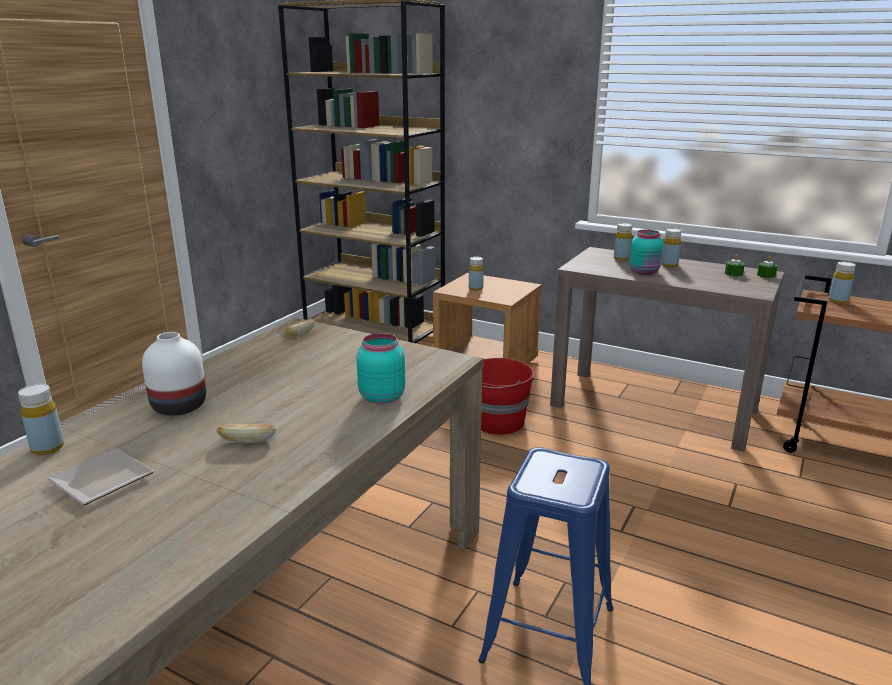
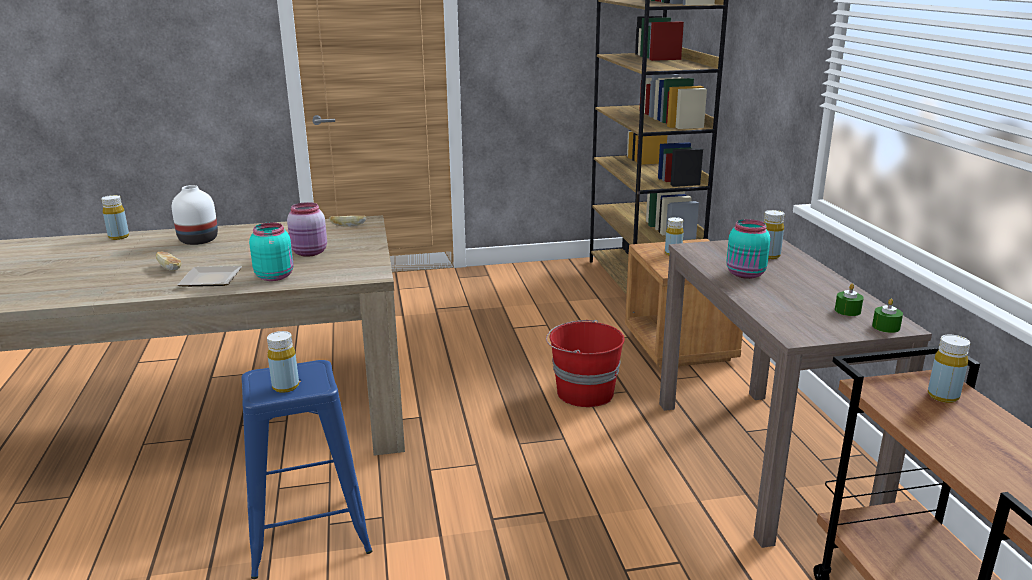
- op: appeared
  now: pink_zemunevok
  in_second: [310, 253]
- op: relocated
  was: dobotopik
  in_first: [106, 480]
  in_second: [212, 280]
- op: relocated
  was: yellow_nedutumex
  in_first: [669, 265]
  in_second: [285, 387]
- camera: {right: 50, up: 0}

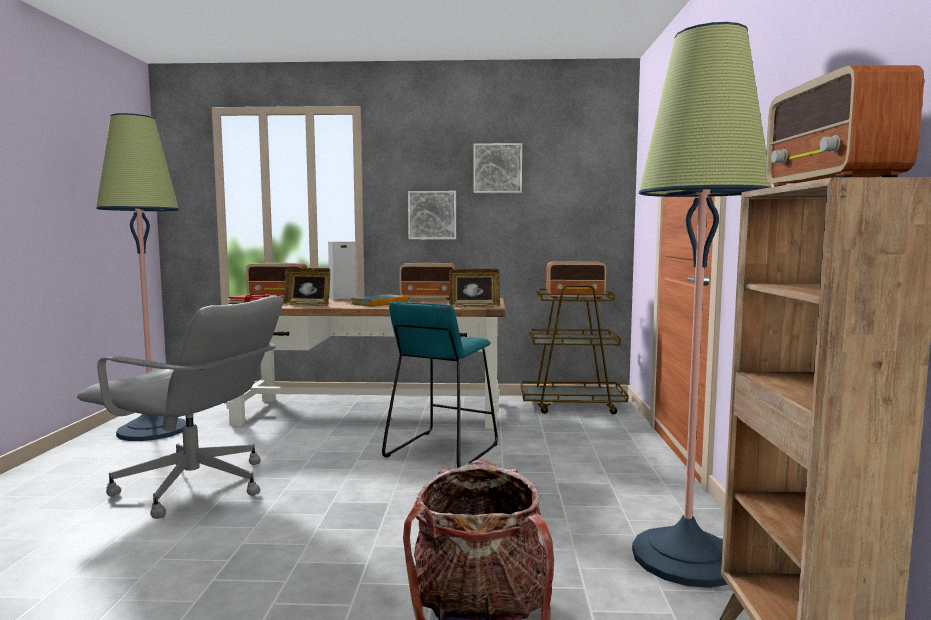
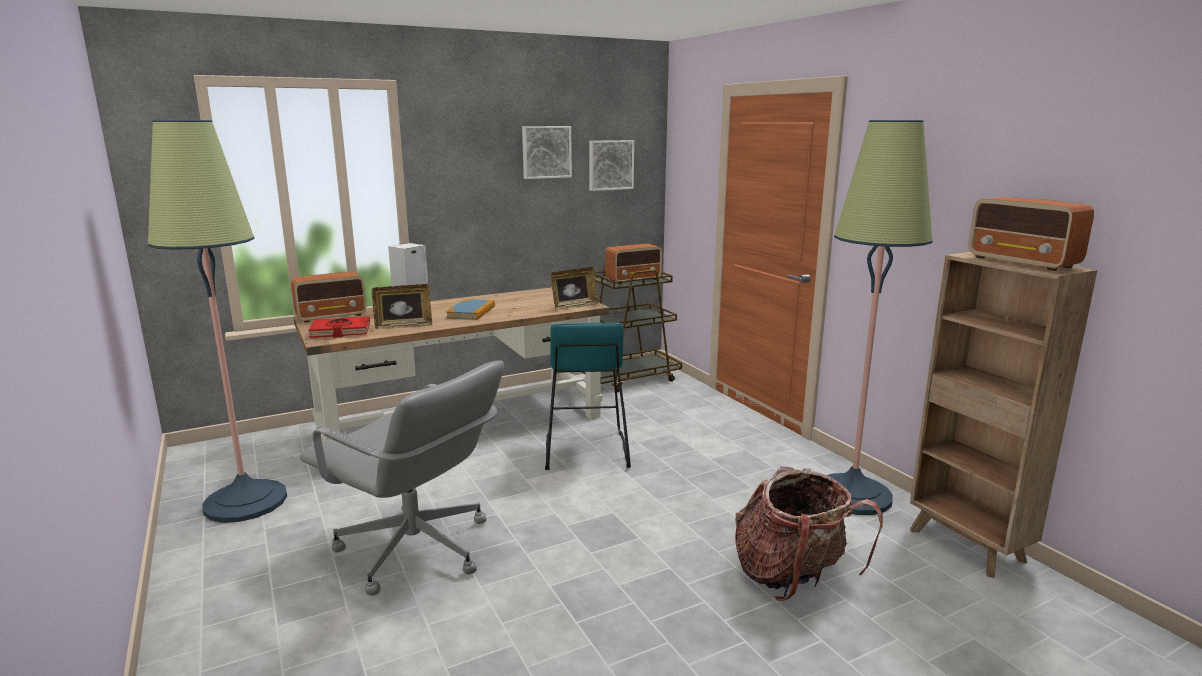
- op: missing
  was: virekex
  in_first: [429, 298]
- op: relocated
  was: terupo
  in_first: [432, 215]
  in_second: [610, 165]
- op: spun
  was: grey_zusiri
  in_first: [194, 487]
  in_second: [415, 551]
  clockwise: 45
- camera: {right: -30, up: 10}

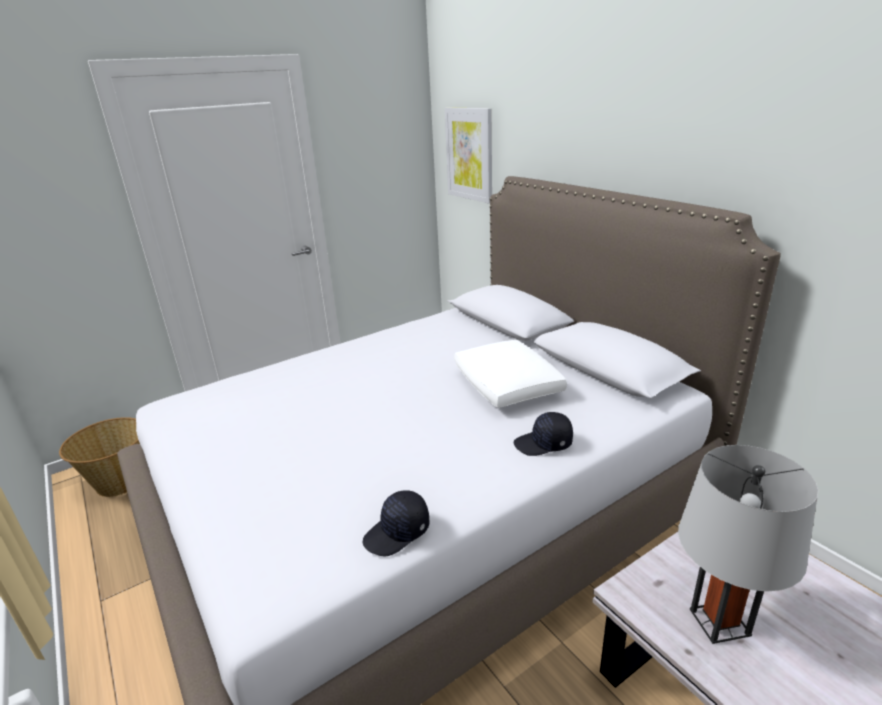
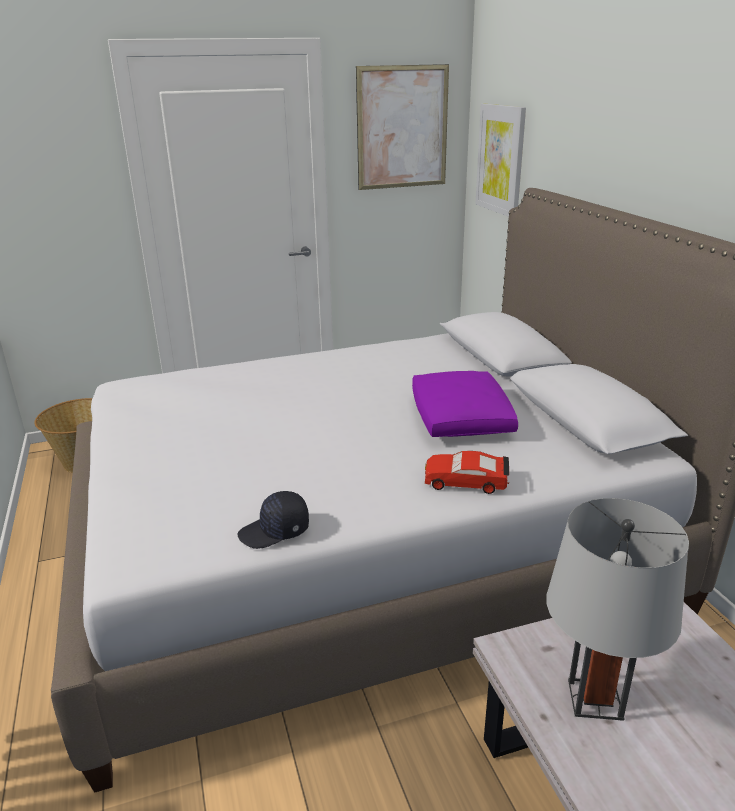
- op: appeared
  now: terupo
  in_second: [402, 128]
- op: exchanged
  was: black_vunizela
  now: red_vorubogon
  in_first: [543, 444]
  in_second: [466, 481]
- op: colour
  was: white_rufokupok
  now: purple_rufokupok
  in_first: [508, 386]
  in_second: [461, 419]
- camera: {right: 15, up: 0}

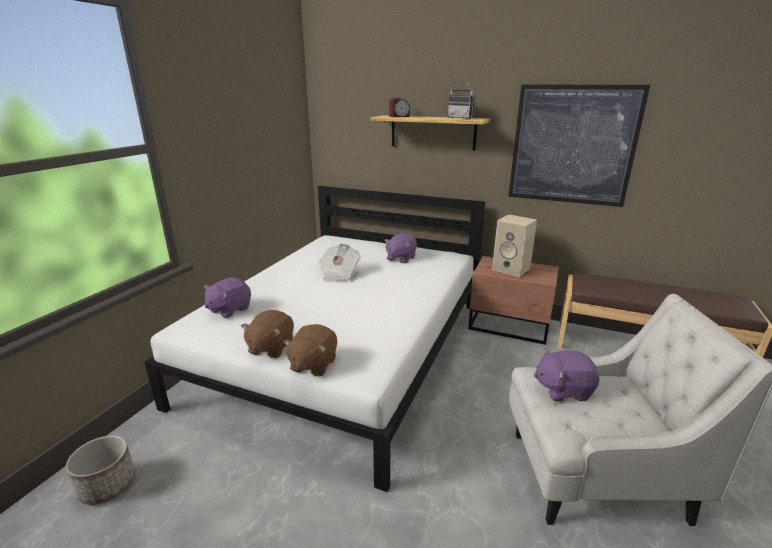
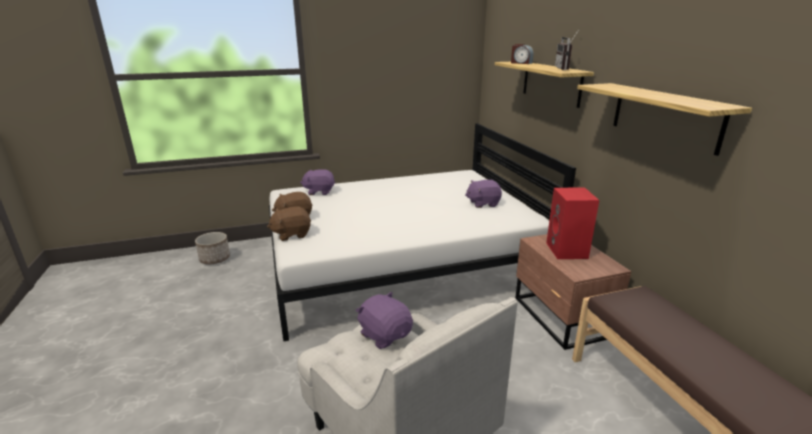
- op: missing
  was: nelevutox
  in_first: [338, 274]
- op: exchanged
  was: terupo
  now: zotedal
  in_first: [572, 145]
  in_second: [665, 116]
- op: colour
  was: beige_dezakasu
  now: red_dezakasu
  in_first: [512, 269]
  in_second: [568, 251]
- camera: {right: 50, up: 0}

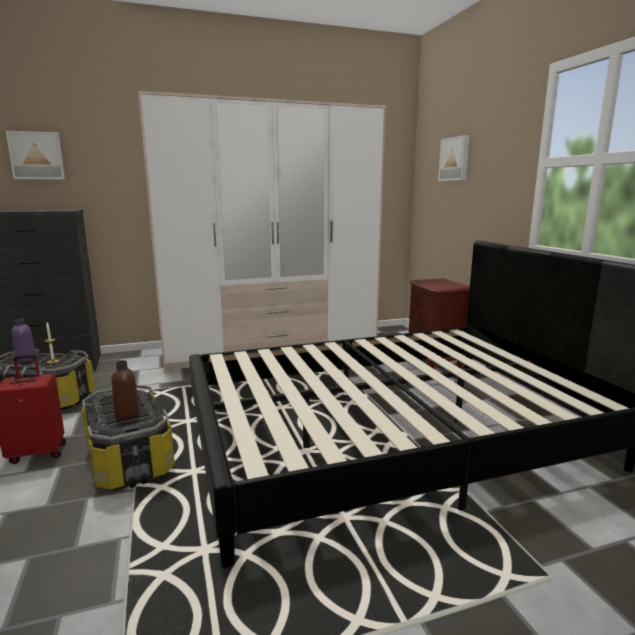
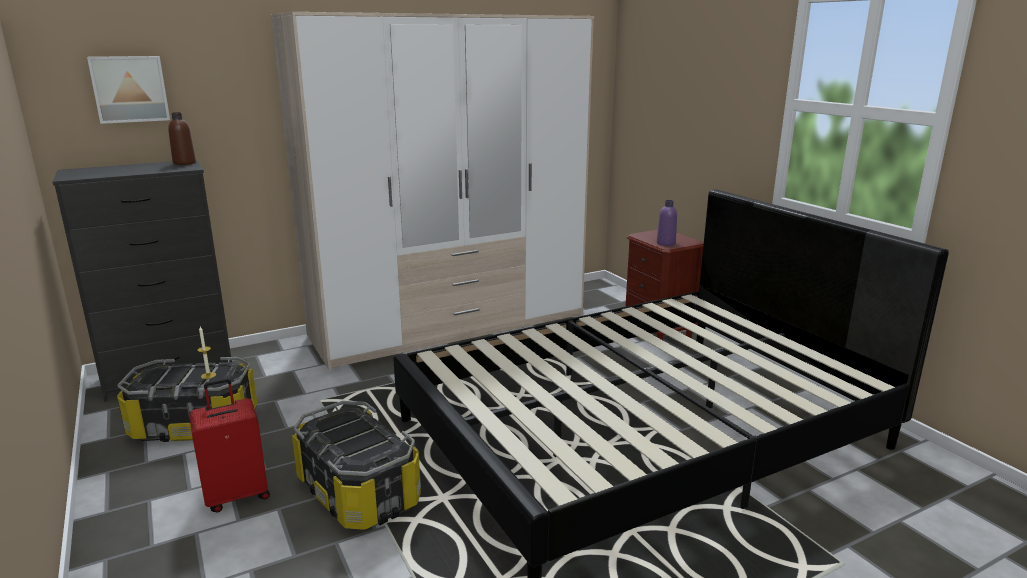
- op: missing
  was: terupo
  in_first: [455, 159]
- op: relocated
  was: purple_nedutumex
  in_first: [26, 359]
  in_second: [666, 243]
- op: relocated
  was: brown_nedutumex
  in_first: [127, 413]
  in_second: [184, 163]
- camera: {right: -10, up: 5}

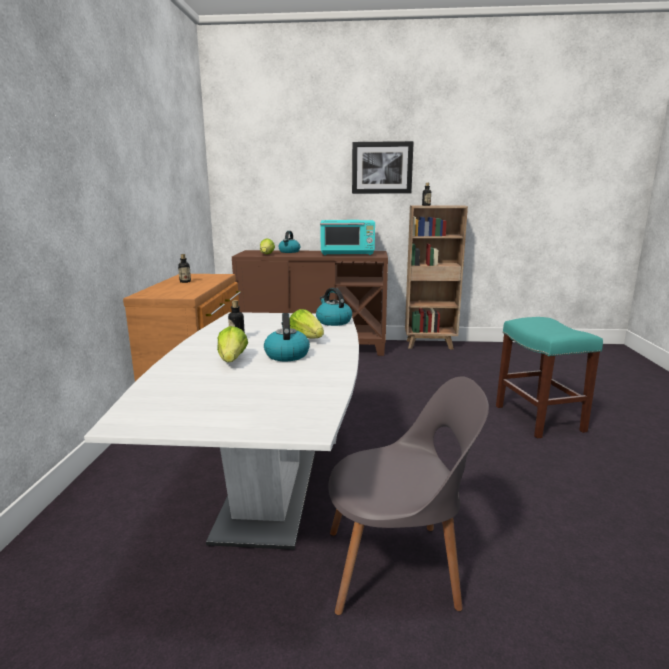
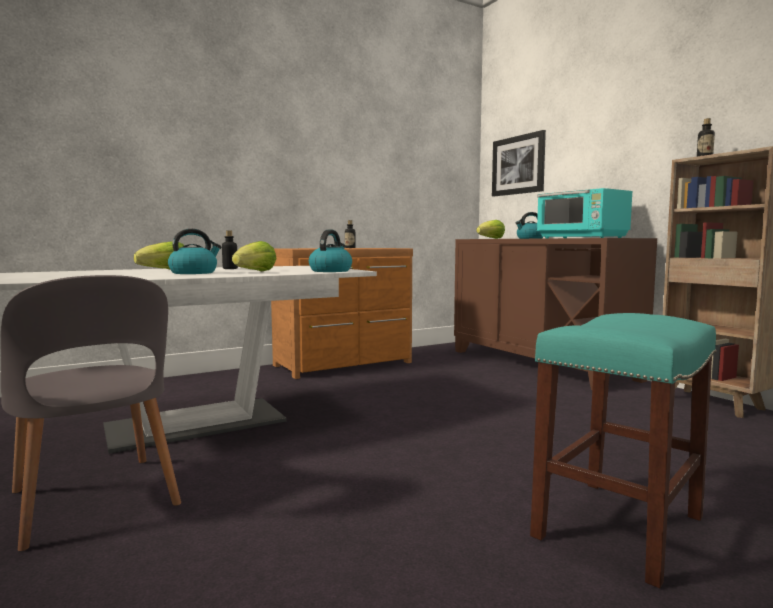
- op: relocated
  was: terupo
  in_first: [382, 168]
  in_second: [518, 165]
- camera: {right: 55, up: -10}

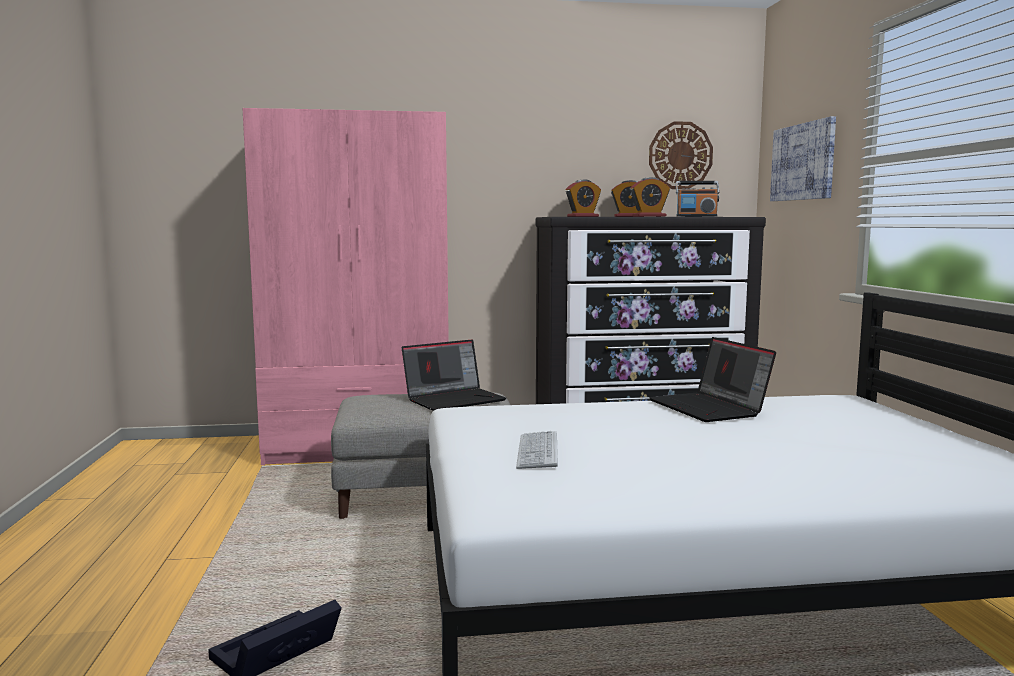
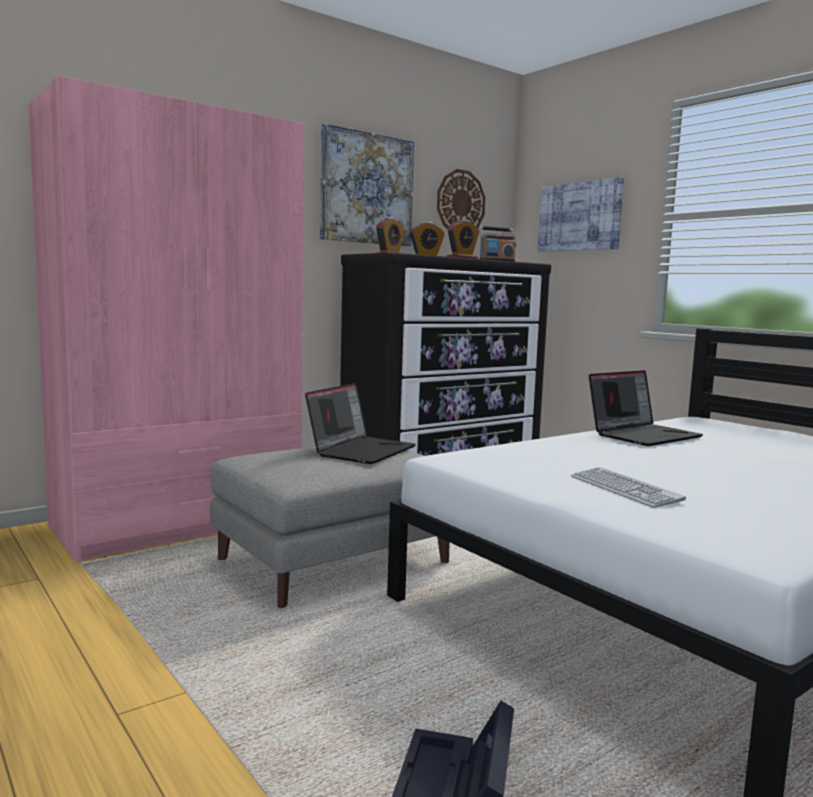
- op: appeared
  now: terupo
  in_second: [366, 188]
- op: spun
  was: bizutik
  in_first: [710, 408]
  in_second: [643, 435]
  clockwise: -75
- camera: {right: -30, up: 0}

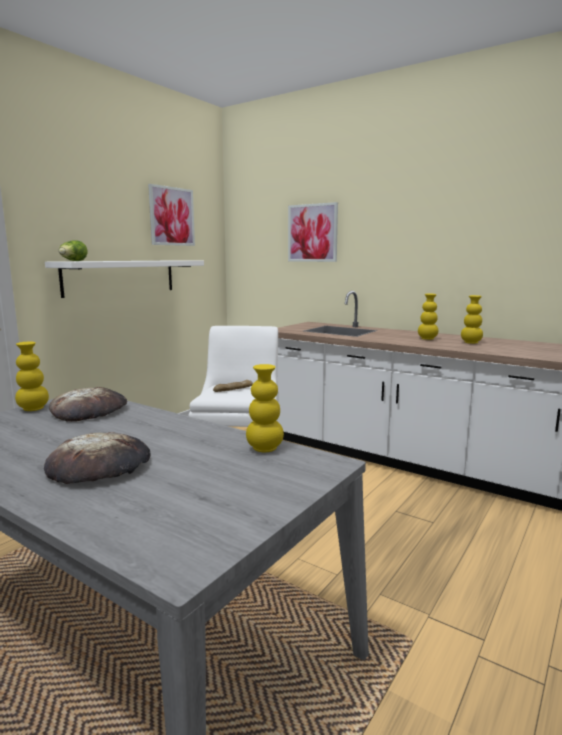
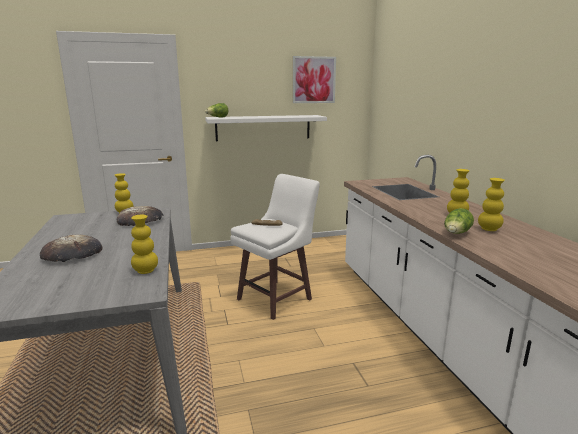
- op: missing
  was: terupo
  in_first: [312, 233]
- op: appeared
  now: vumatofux
  in_second: [456, 234]
- camera: {right: 40, up: 5}

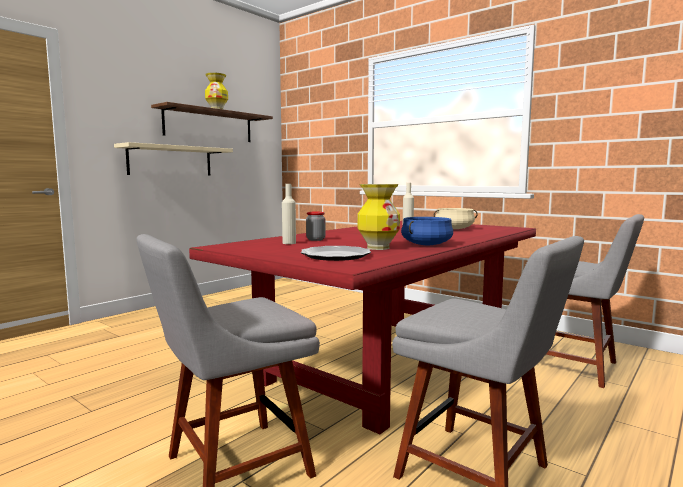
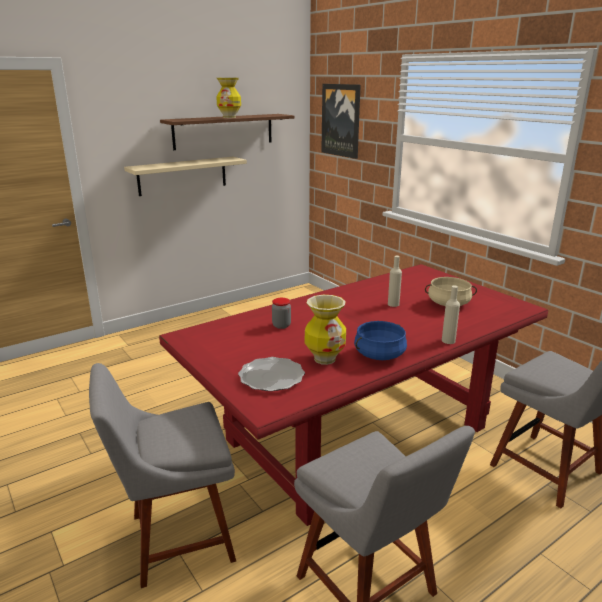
- op: appeared
  now: terupo
  in_second: [341, 120]
- op: relocated
  was: beige_nedutumex
  in_first: [289, 243]
  in_second: [448, 341]
- camera: {right: 15, up: 15}

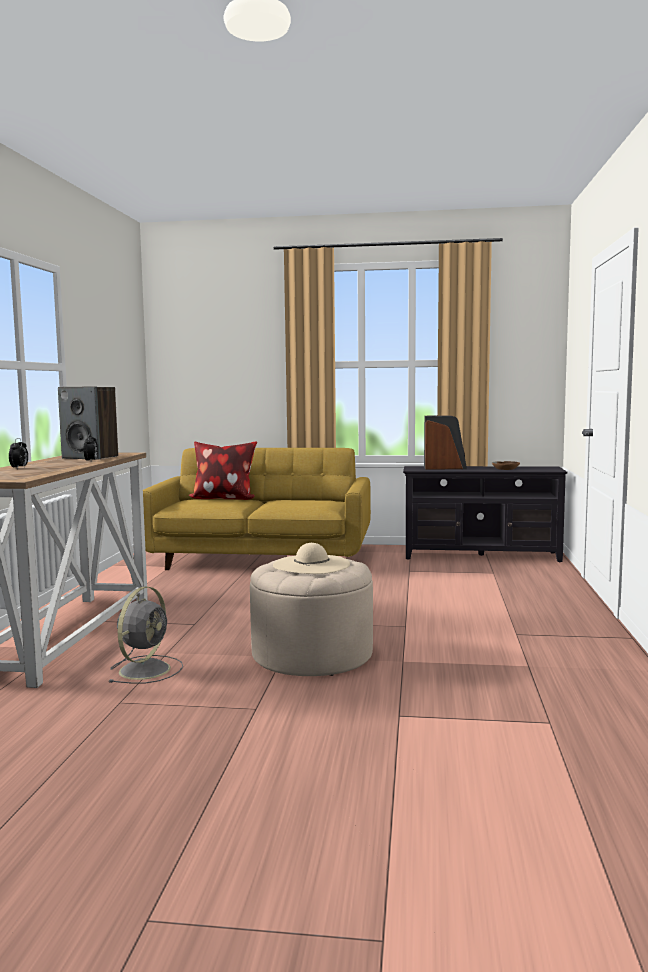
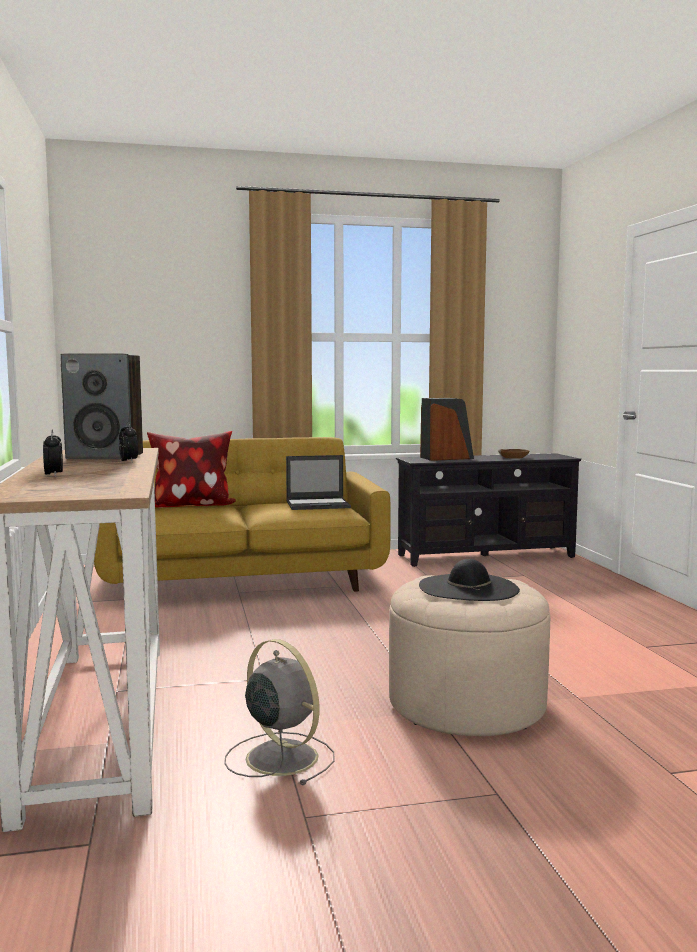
- op: appeared
  now: bizutik
  in_second: [318, 505]
- op: colour
  was: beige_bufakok
  now: black_bufakok
  in_first: [311, 565]
  in_second: [468, 587]
- op: spun
  was: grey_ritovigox
  in_first: [146, 669]
  in_second: [279, 757]
  clockwise: -45
- camera: {right: -20, up: 0}

